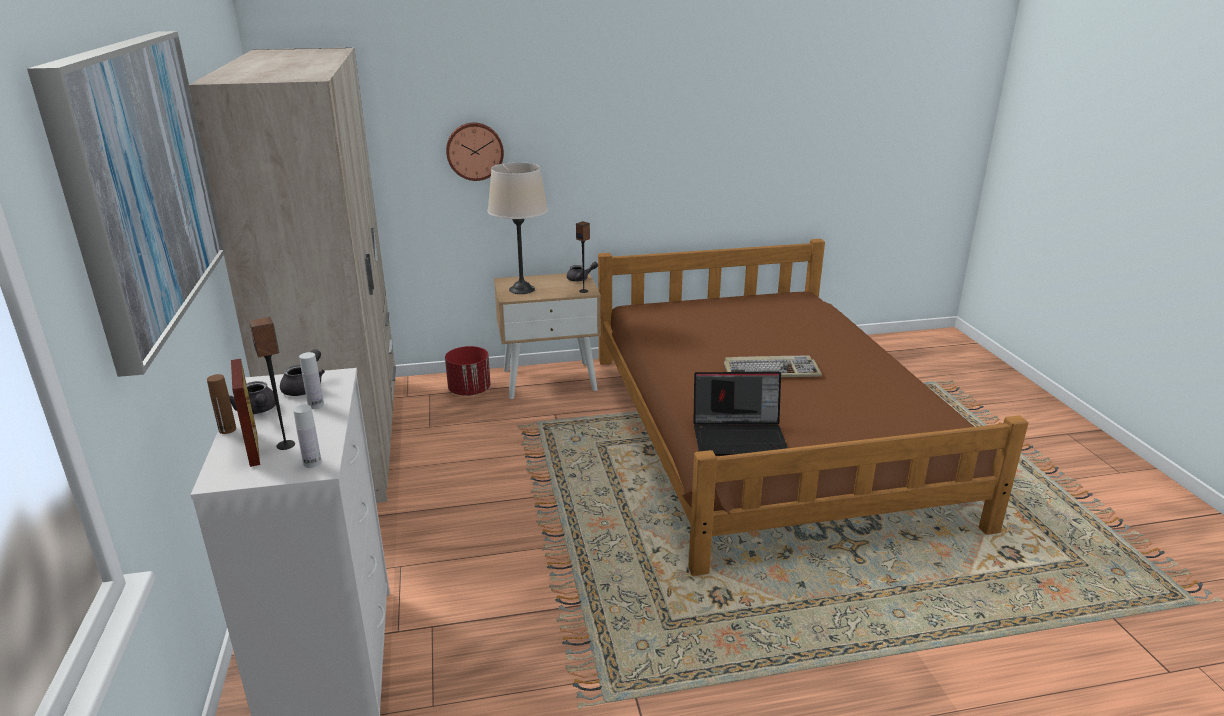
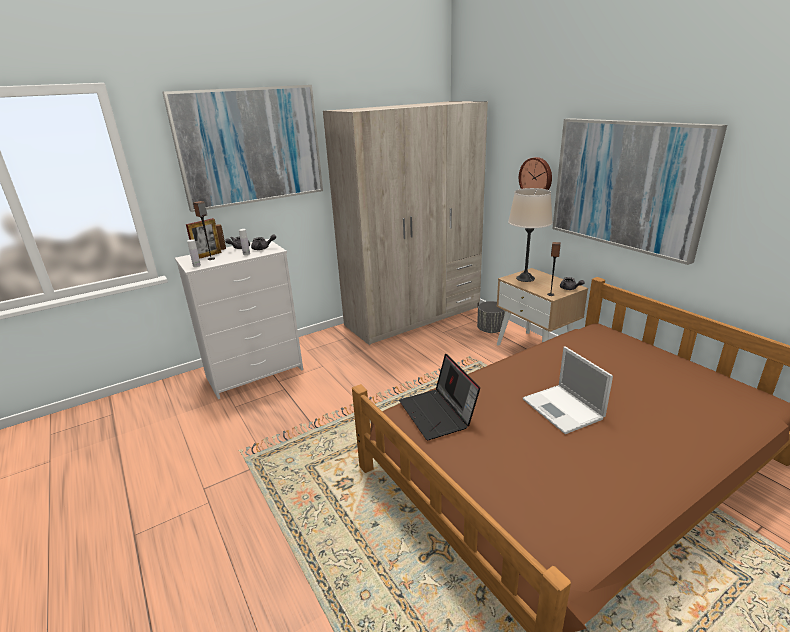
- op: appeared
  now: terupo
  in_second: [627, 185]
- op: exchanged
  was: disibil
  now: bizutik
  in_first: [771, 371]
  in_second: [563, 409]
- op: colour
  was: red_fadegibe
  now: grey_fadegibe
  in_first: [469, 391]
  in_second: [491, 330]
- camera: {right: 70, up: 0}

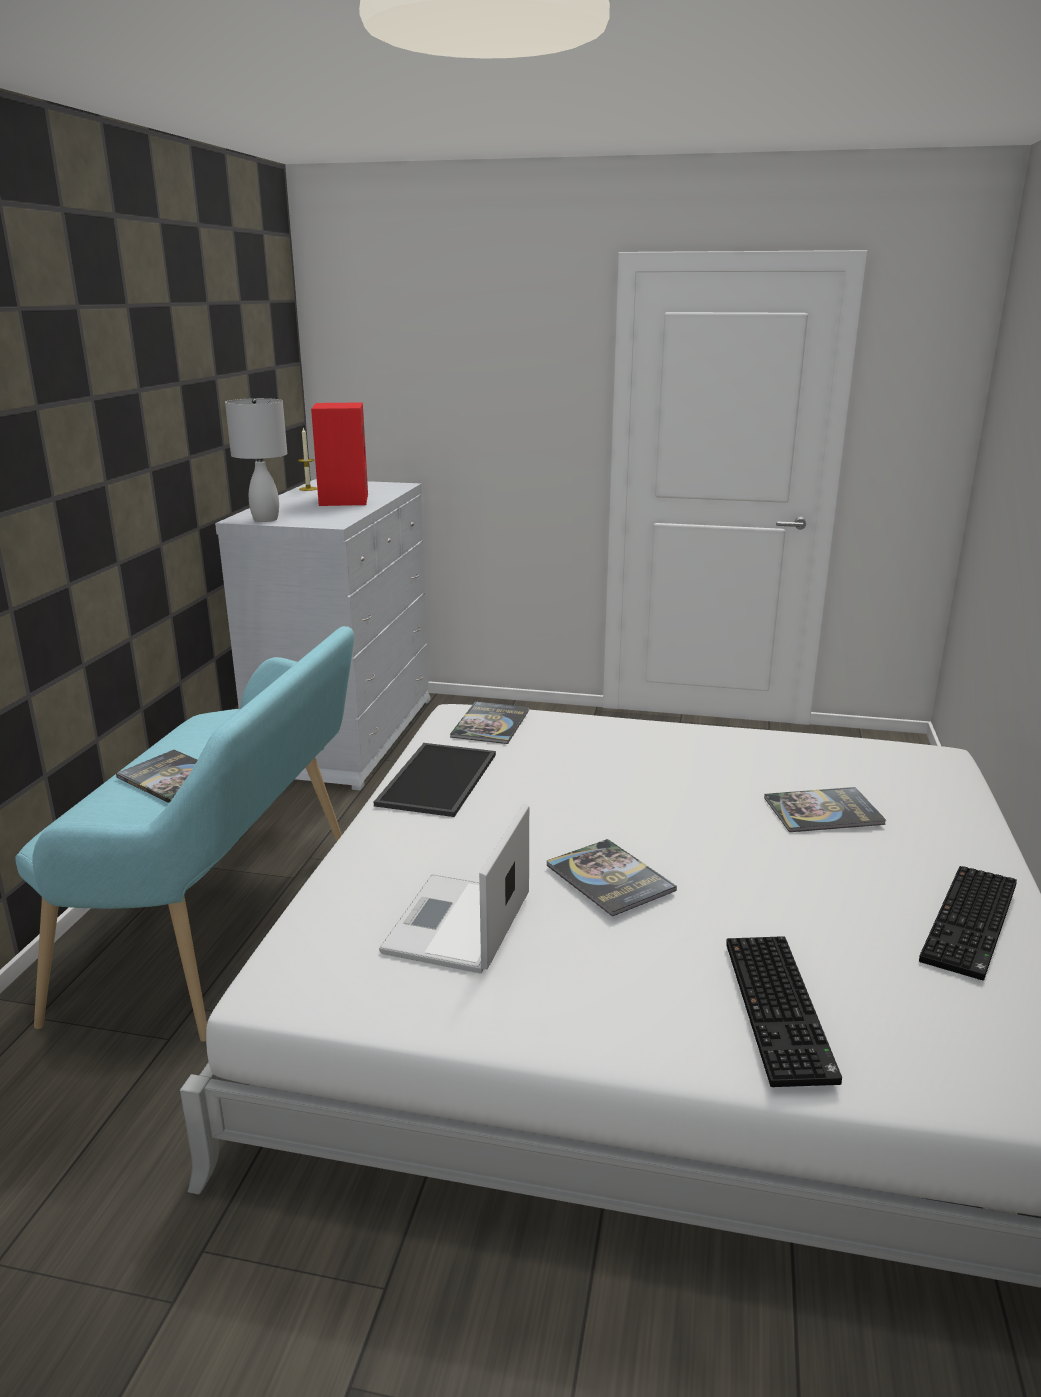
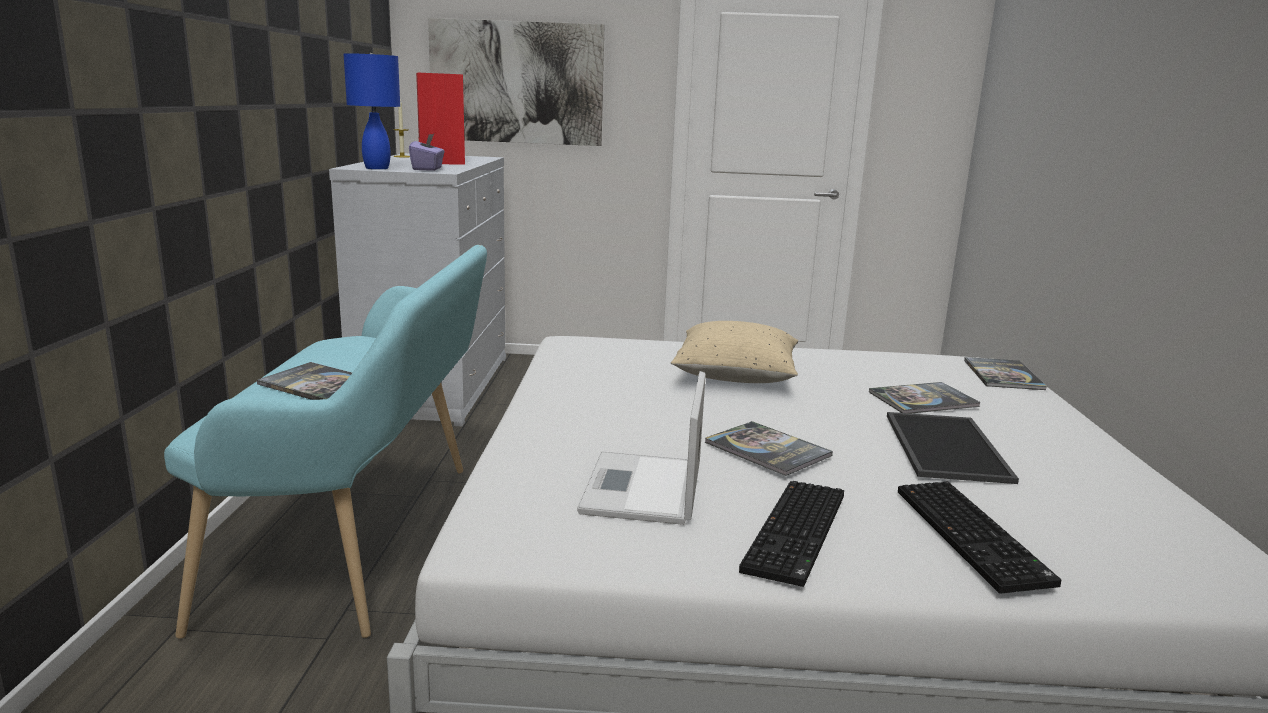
- op: appeared
  now: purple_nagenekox
  in_second: [428, 169]
- op: appeared
  now: terupo
  in_second: [516, 83]
- op: appeared
  now: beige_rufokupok
  in_second: [735, 376]
- op: relocated
  was: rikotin
  in_first: [436, 778]
  in_second: [943, 446]
- op: relocated
  was: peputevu
  in_first: [490, 724]
  in_second: [1003, 375]
- op: relocated
  was: disibil
  in_first: [972, 924]
  in_second: [798, 534]
- op: colour
  was: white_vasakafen
  now: blue_vasakafen
  in_first: [265, 519]
  in_second: [376, 168]
- camera: {right: -10, up: -5}

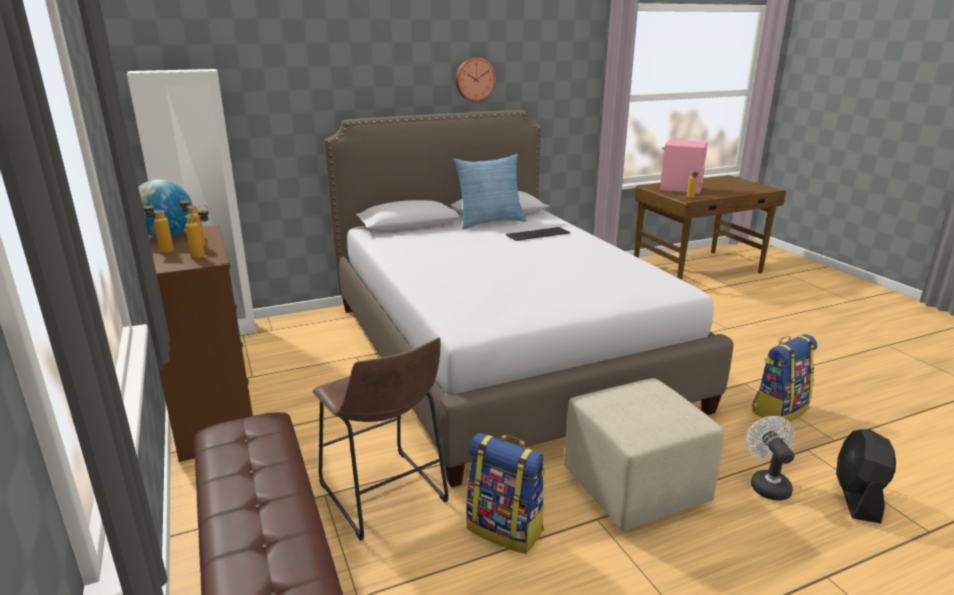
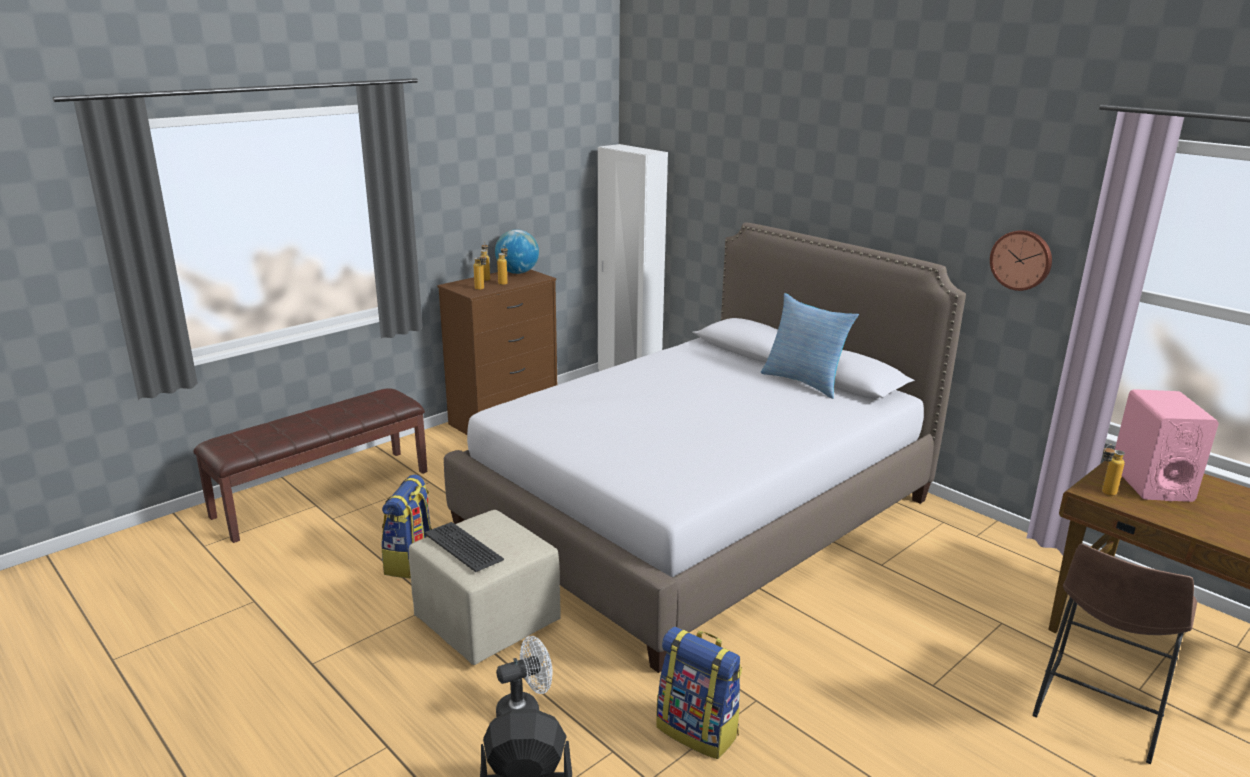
- op: relocated
  was: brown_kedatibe
  in_first: [385, 497]
  in_second: [1097, 712]
- op: relocated
  was: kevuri
  in_first: [474, 79]
  in_second: [1021, 259]
- op: relocated
  was: disibil
  in_first: [537, 234]
  in_second: [464, 547]
- camera: {right: 70, up: 0}

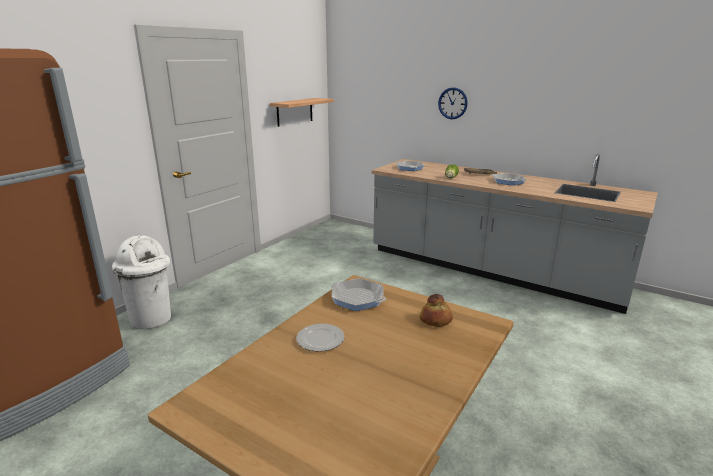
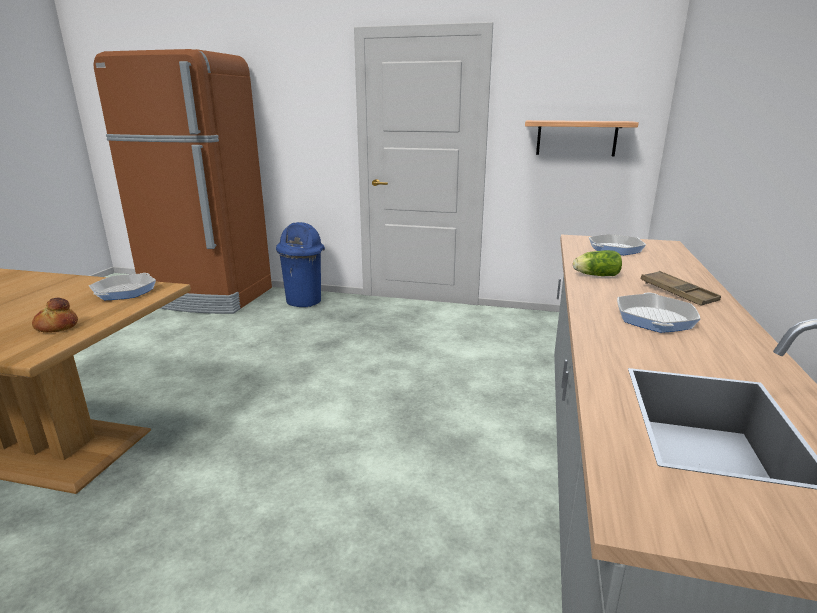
- op: missing
  was: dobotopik
  in_first: [320, 339]
- op: missing
  was: kevuri
  in_first: [452, 103]
- op: colour
  was: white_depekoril
  now: blue_depekoril
  in_first: [152, 319]
  in_second: [304, 301]
- camera: {right: 70, up: 0}

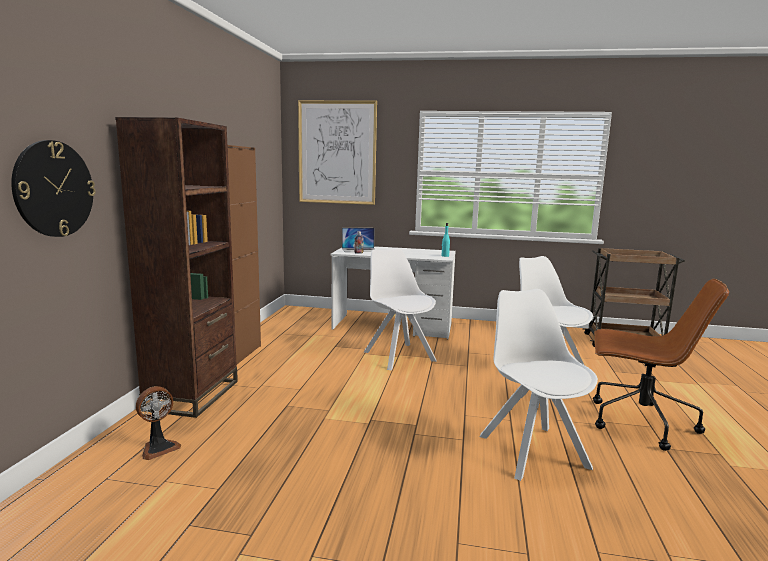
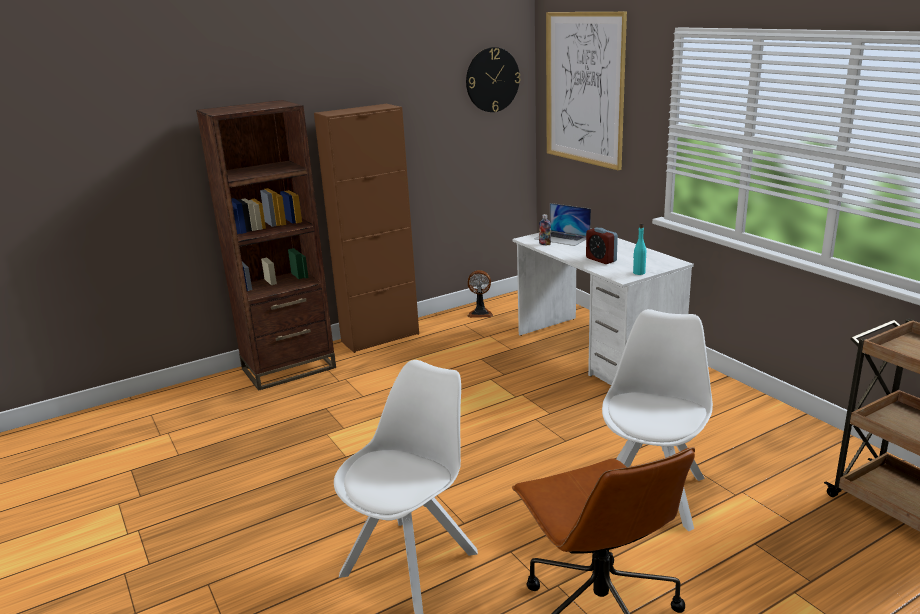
- op: missing
  was: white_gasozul
  in_first: [398, 356]
- op: appeared
  now: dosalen
  in_second: [601, 259]
- op: relocated
  was: kevuri
  in_first: [54, 189]
  in_second: [492, 80]
- op: relocated
  was: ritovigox
  in_first: [158, 448]
  in_second: [480, 313]
- camera: {right: 50, up: 10}

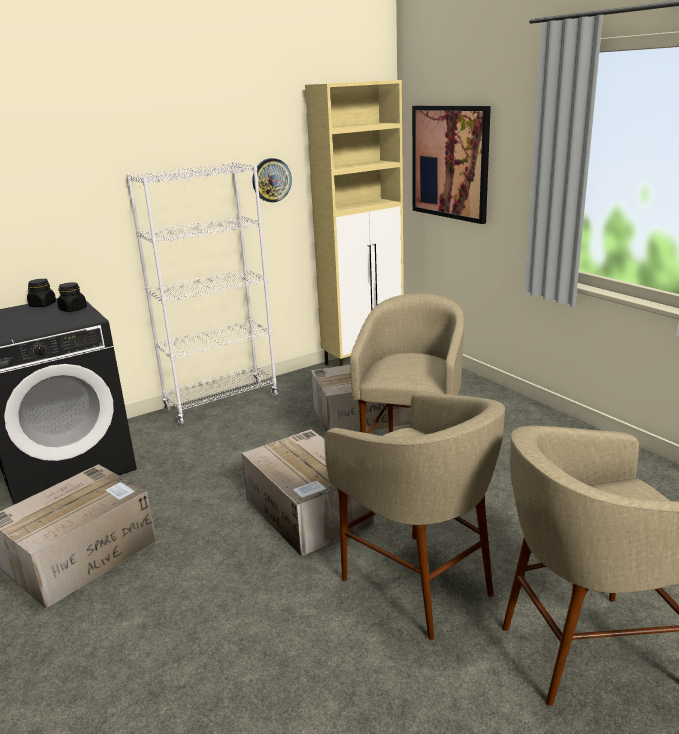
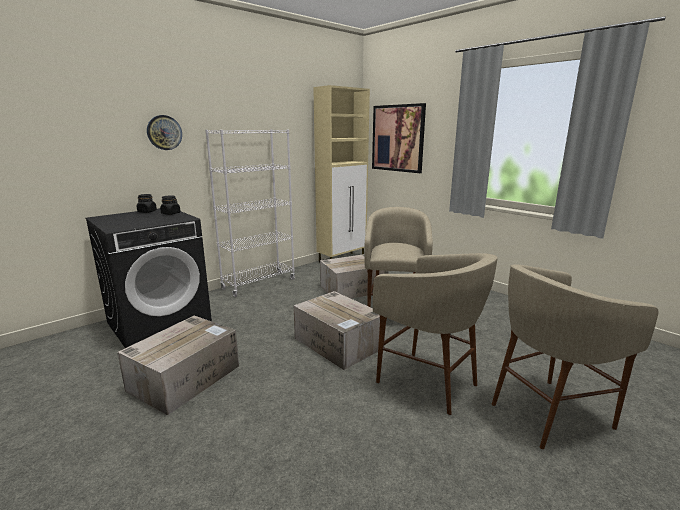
- op: relocated
  was: kevuri
  in_first: [271, 180]
  in_second: [164, 132]
- camera: {right: -10, up: -5}

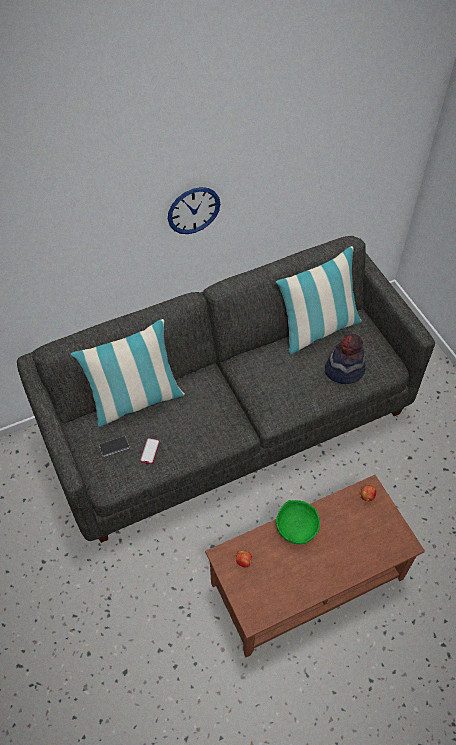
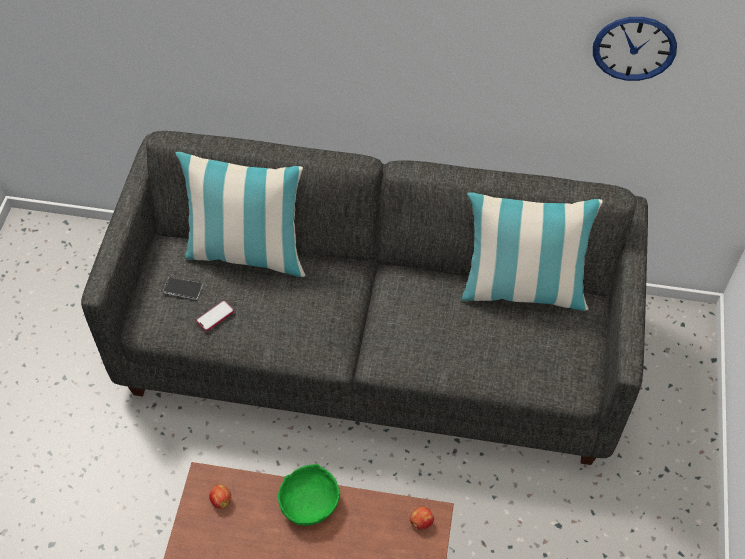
- op: missing
  was: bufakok
  in_first: [344, 369]
- op: relocated
  was: kevuri
  in_first: [193, 210]
  in_second: [634, 48]
- camera: {right: 35, up: 0}

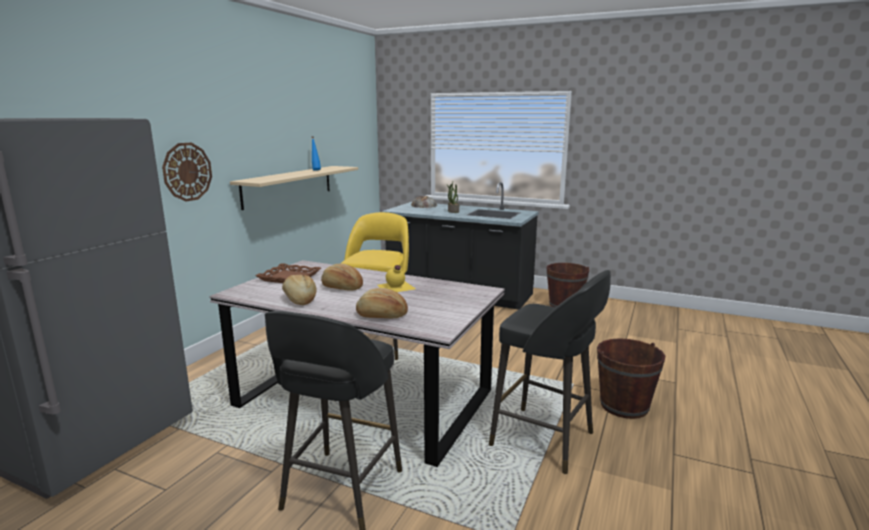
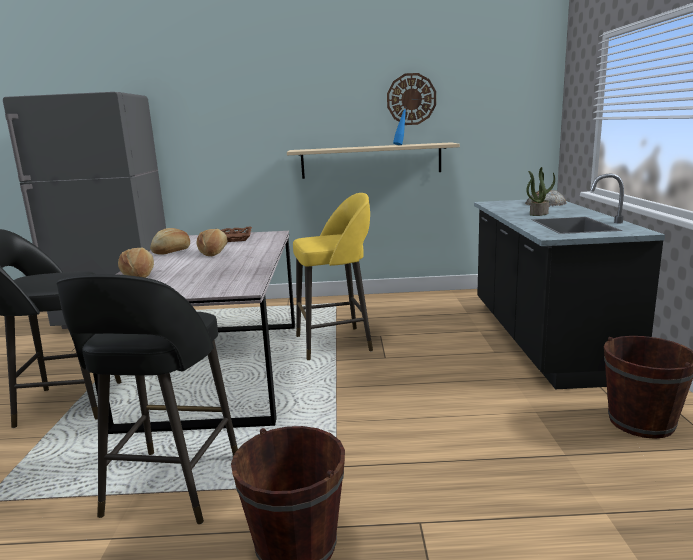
- op: missing
  was: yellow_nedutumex
  in_first: [395, 287]
- op: relocated
  was: kevuri
  in_first: [187, 172]
  in_second: [411, 99]
- camera: {right: 65, up: 0}

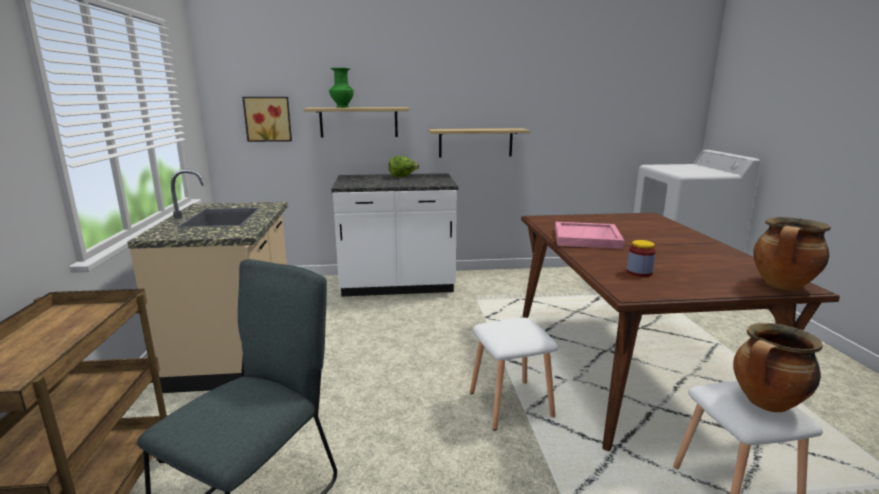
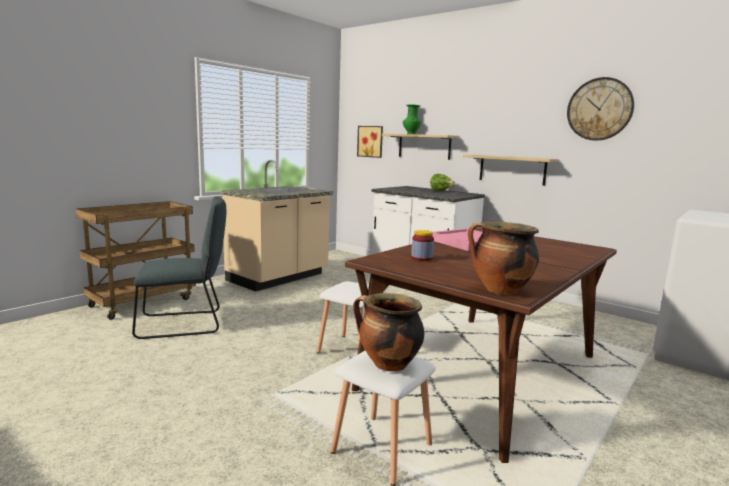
- op: appeared
  now: kevuri
  in_second: [599, 109]
- camera: {right: 45, up: -5}

